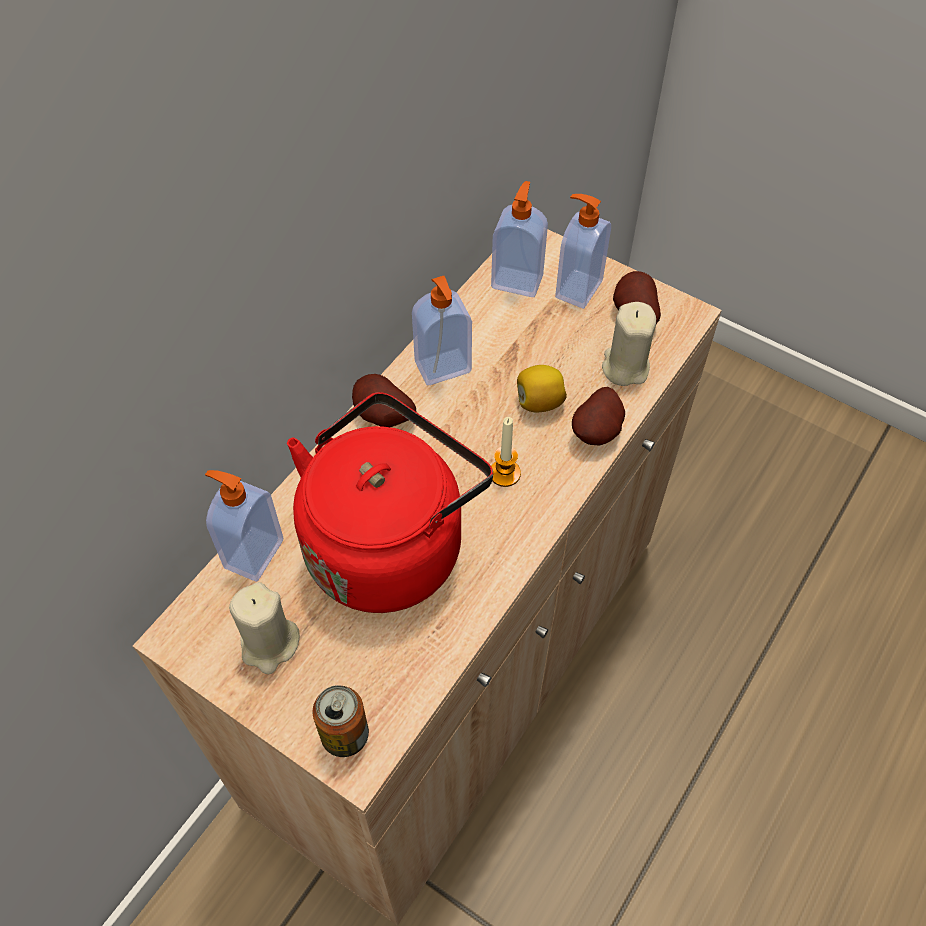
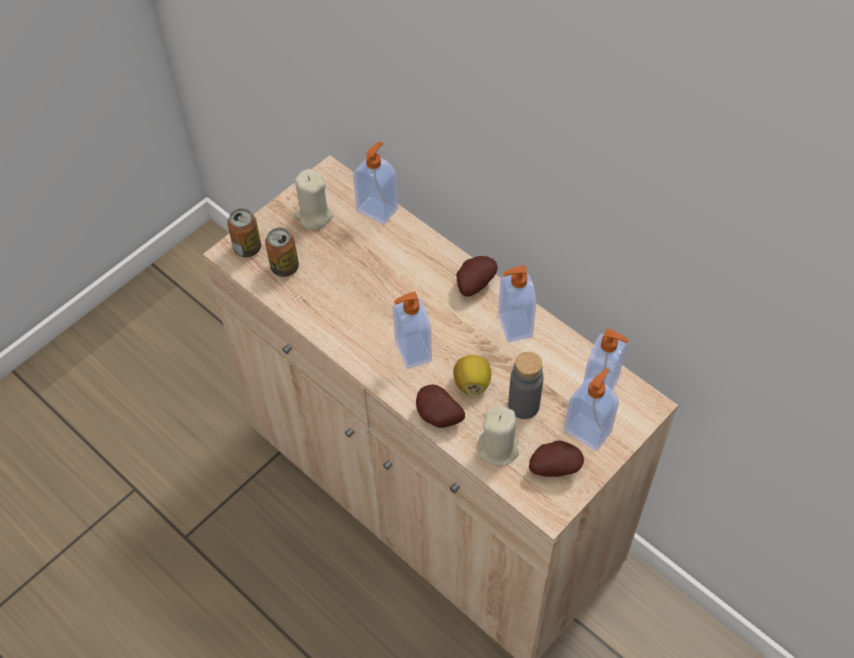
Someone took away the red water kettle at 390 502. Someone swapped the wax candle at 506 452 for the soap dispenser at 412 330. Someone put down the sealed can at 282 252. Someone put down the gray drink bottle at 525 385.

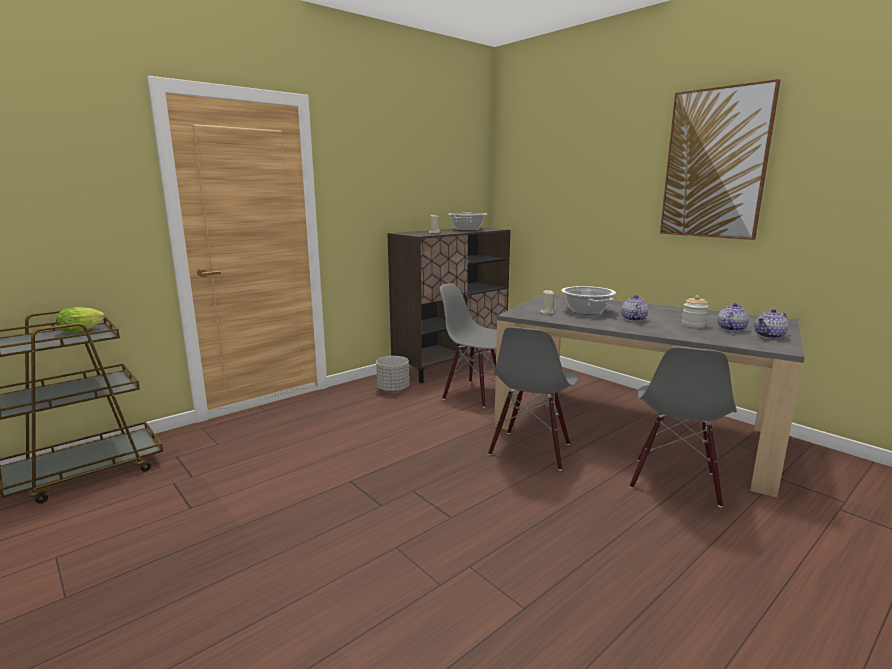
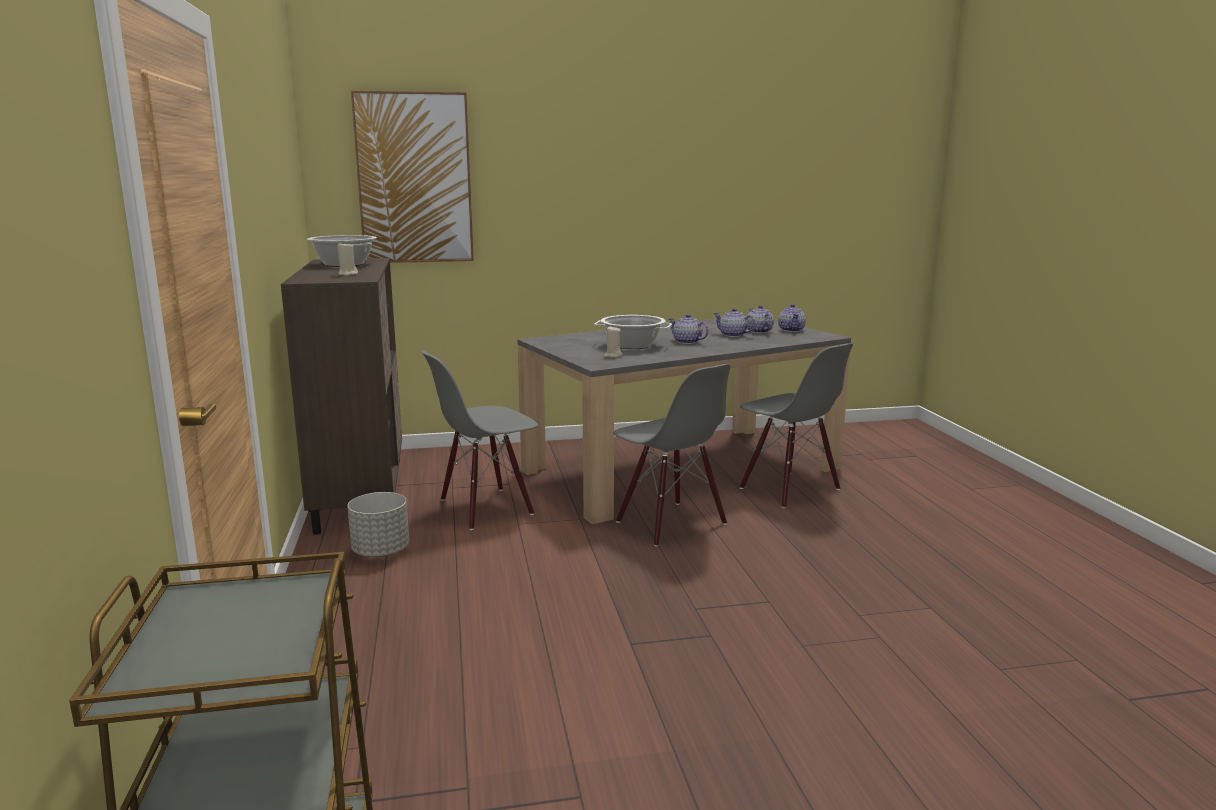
Someone took away the lettuce at 80 320. Someone carried the picture from 720 159 to 412 177. Someone swapped the storage jar at 695 311 for the tea pot at 734 322.

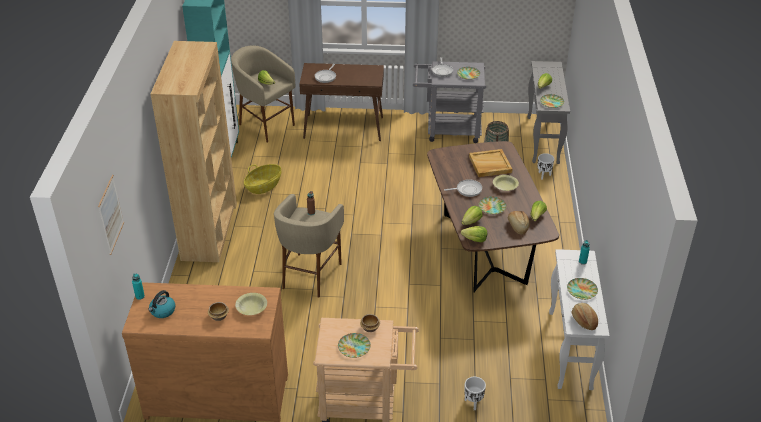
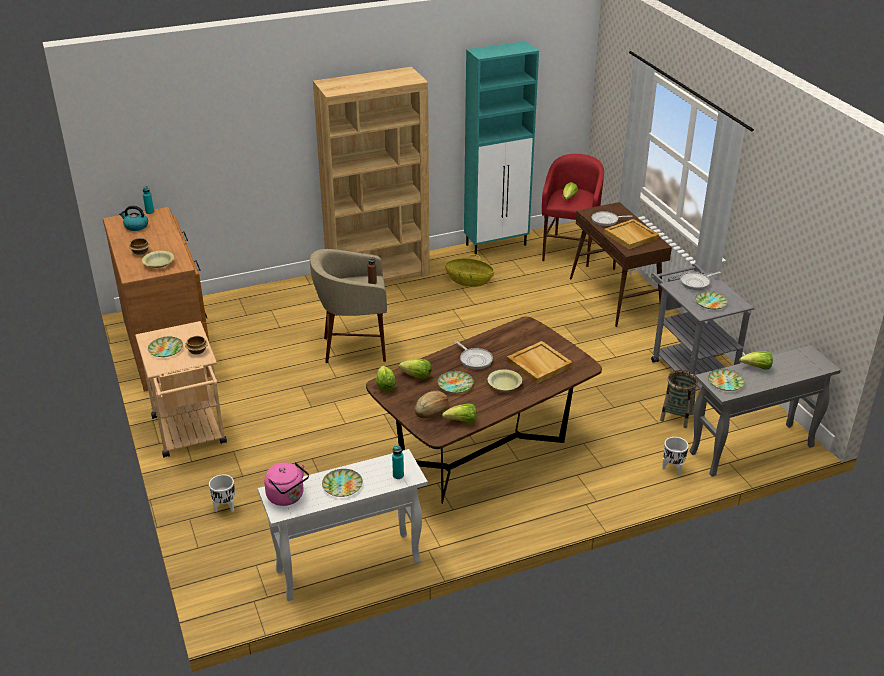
Someone took away the picture at 111 215. Someone repainted the sand-coloured sitting stool at 263 94, which became the red sitting stool at 573 210. Someone swapped the baked bread at 585 316 for the pinkish water kettle at 286 484. Someone put down the sand-coloured serving tray at 631 234.

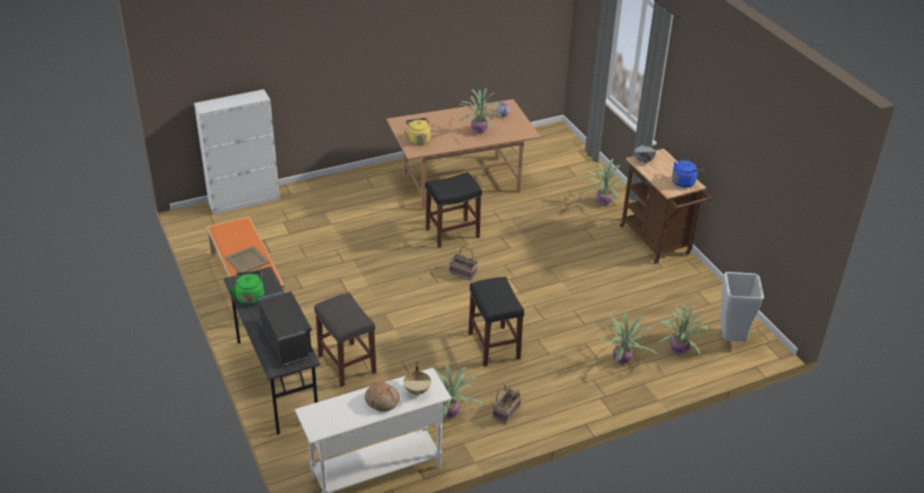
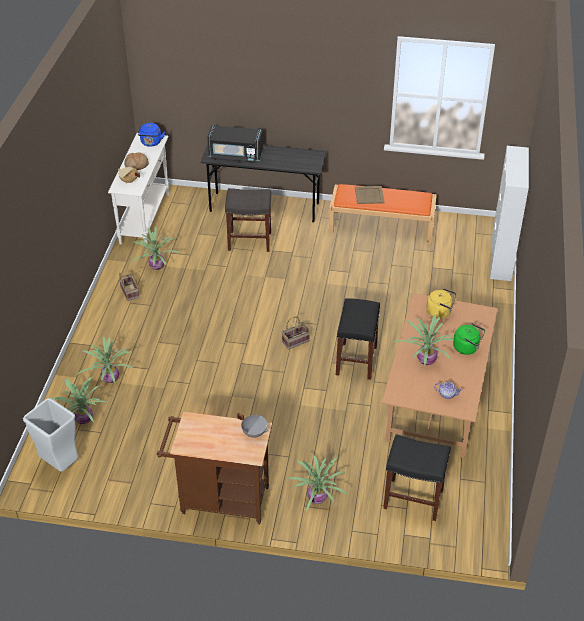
Someone carried the greenish water kettle from 246 288 to 469 339. Someone carried the black-coloured sitting stool from 496 322 to 417 477. Someone carried the blue-coloured water kettle from 687 173 to 151 135.

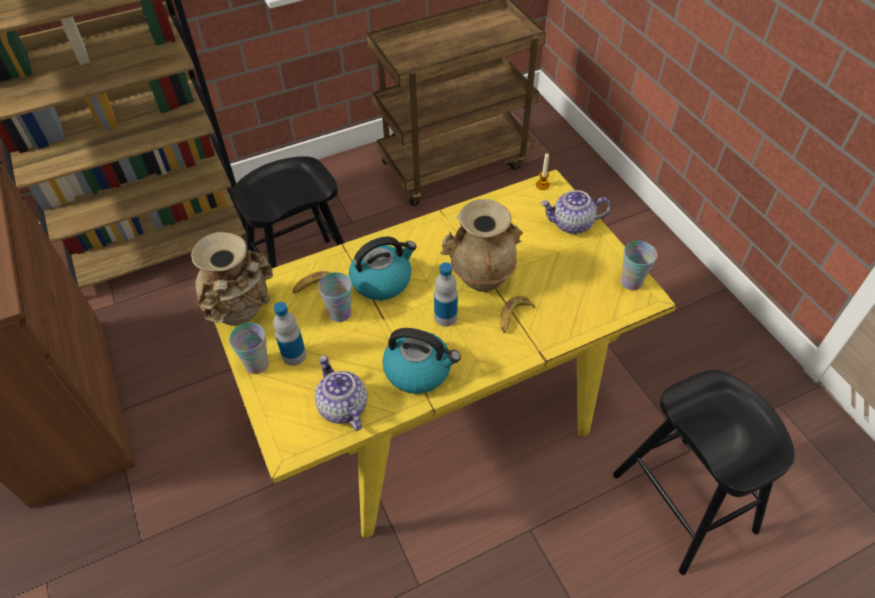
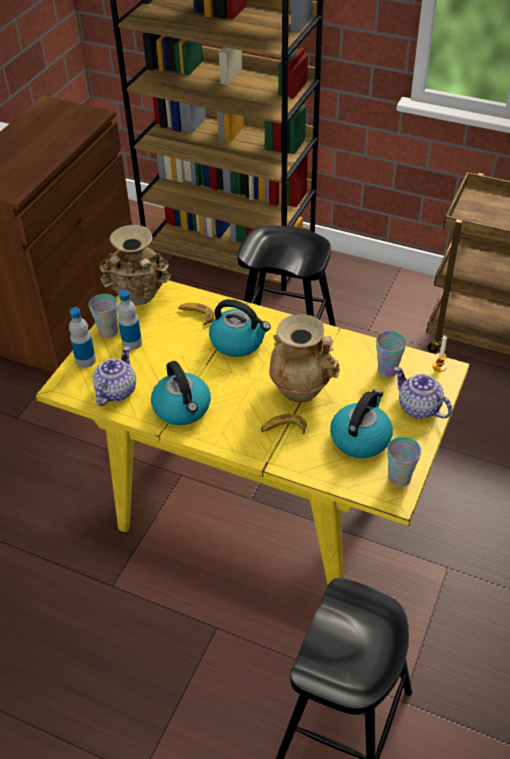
Someone carried the small cup from 335 297 to 391 354. Someone carried the drink bottle from 446 294 to 82 337. Someone put down the water kettle at 361 423.

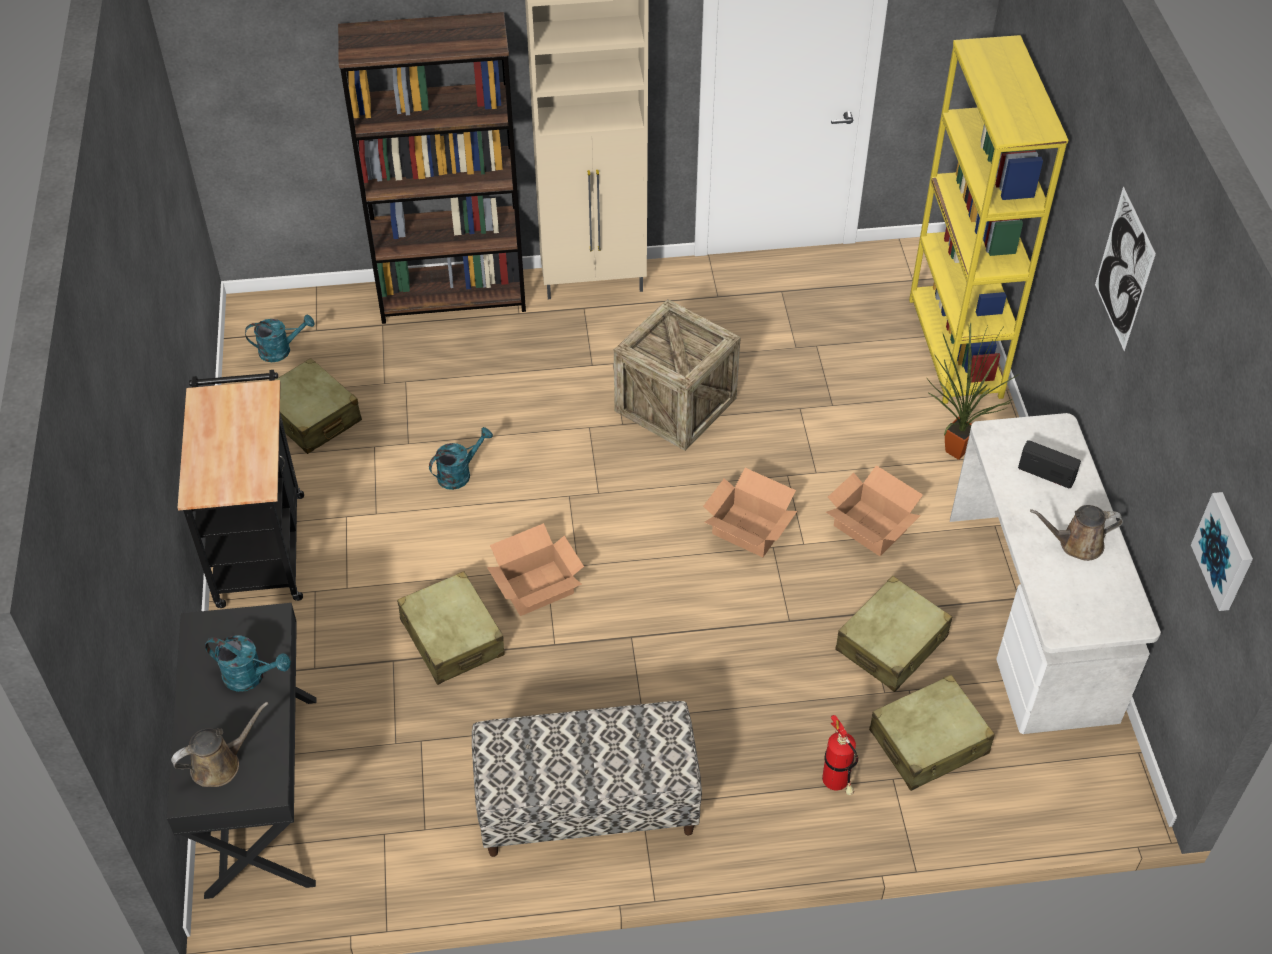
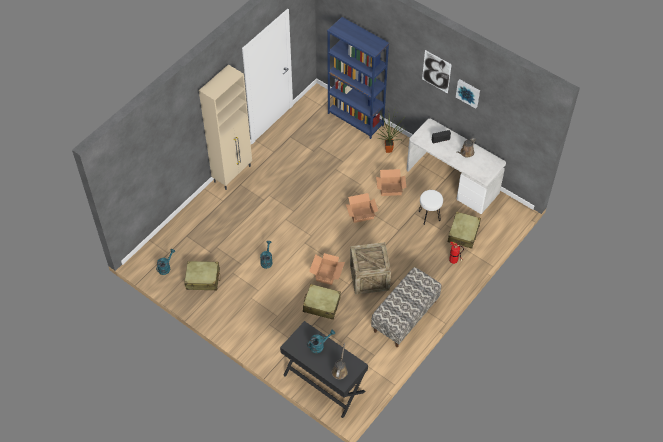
Someone took away the black-coloured cart at 241 489. Someone took away the brown-coloured bookshelf at 432 168. Someone carried the shipping crate from 677 375 to 370 268. Someone swapped the sand-coloured suitcase at 893 634 for the white-coloured sitting stool at 431 207. Someone repainted the yellow-coloured bookshelf at 988 219, which became the blue-coloured bookshelf at 358 78. Someone carried the picture from 1222 551 to 468 94.

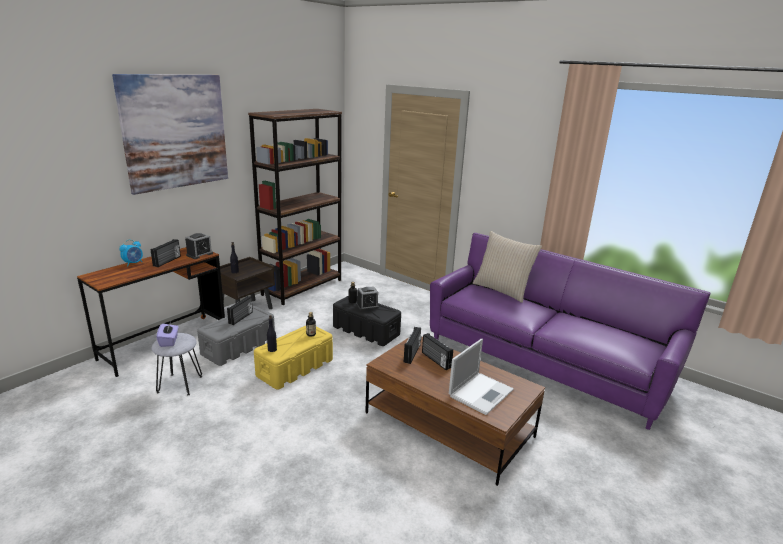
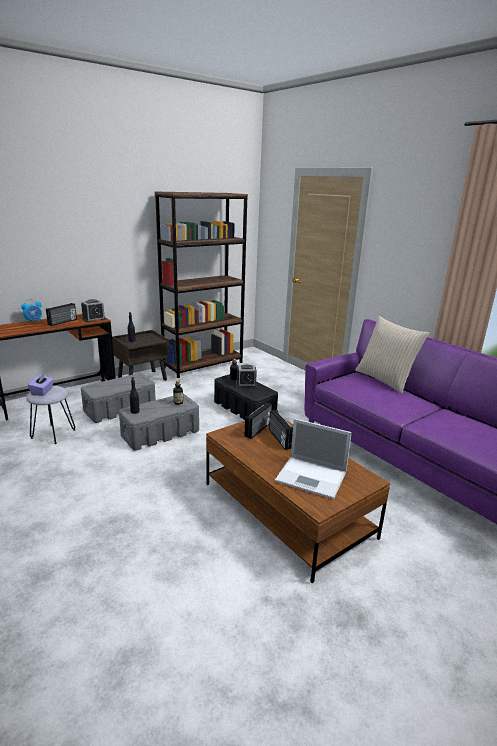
Someone took away the picture at 170 134. Someone took away the radio receiver at 240 310. Someone repainted the yellow-coloured storage box at 293 358, which became the gray storage box at 159 422. Someone rotated the portable computer at 481 377 by 60 degrees clockwise.

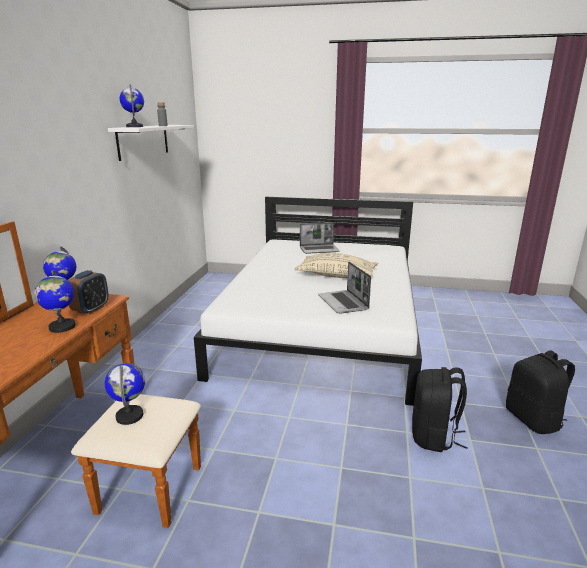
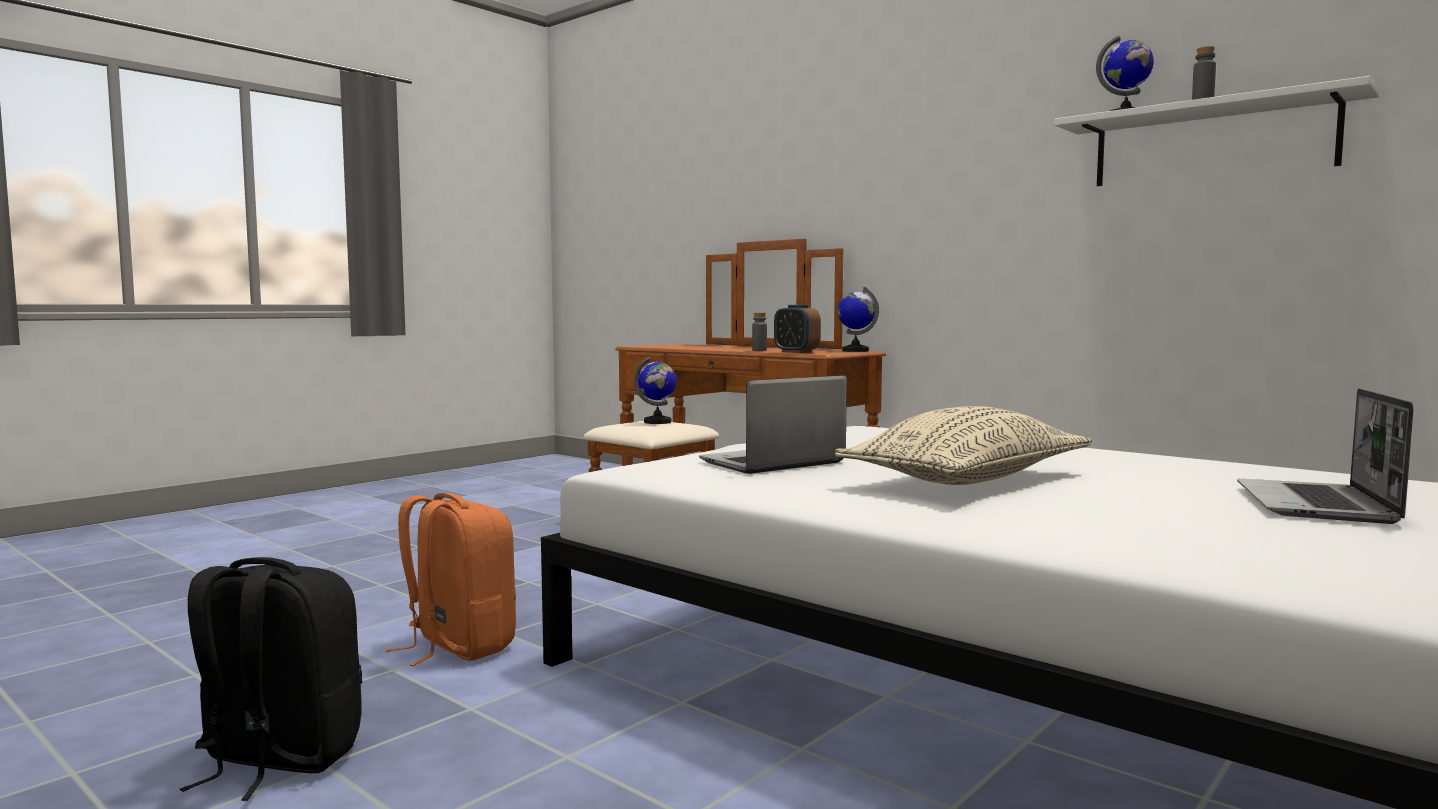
Someone swapped the world globe at 55 301 for the gray drink bottle at 759 332. Someone rotated the portable computer at 344 287 by 45 degrees counterclockwise. Someone repainted the black-coloured backpack at 440 409, which became the orange backpack at 451 579.

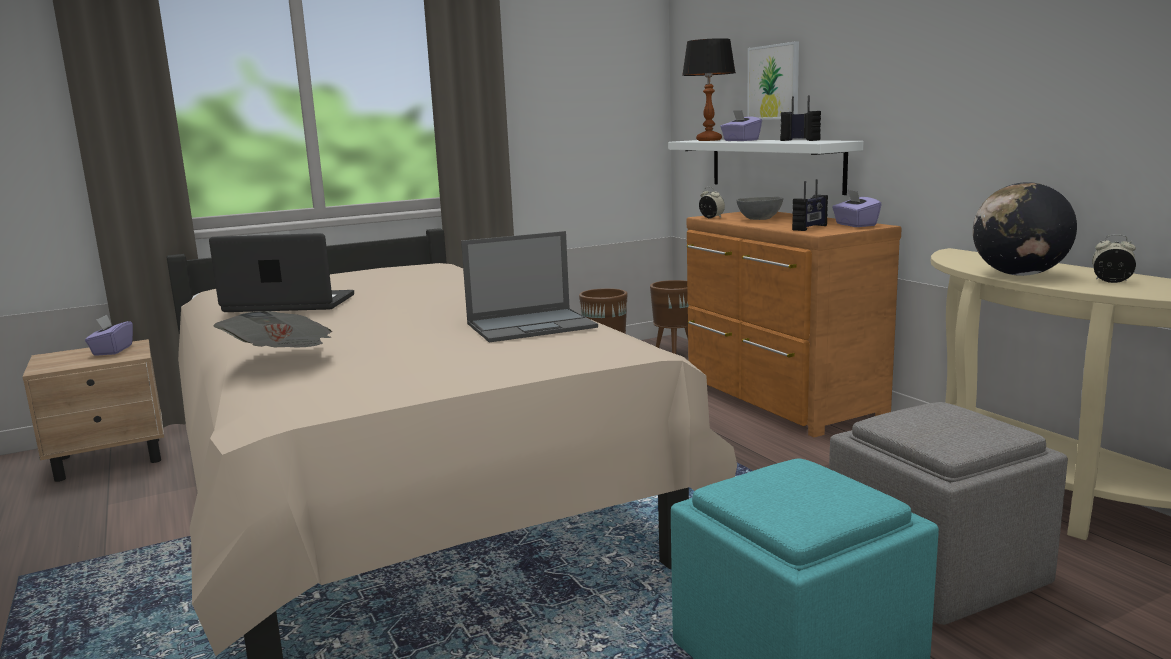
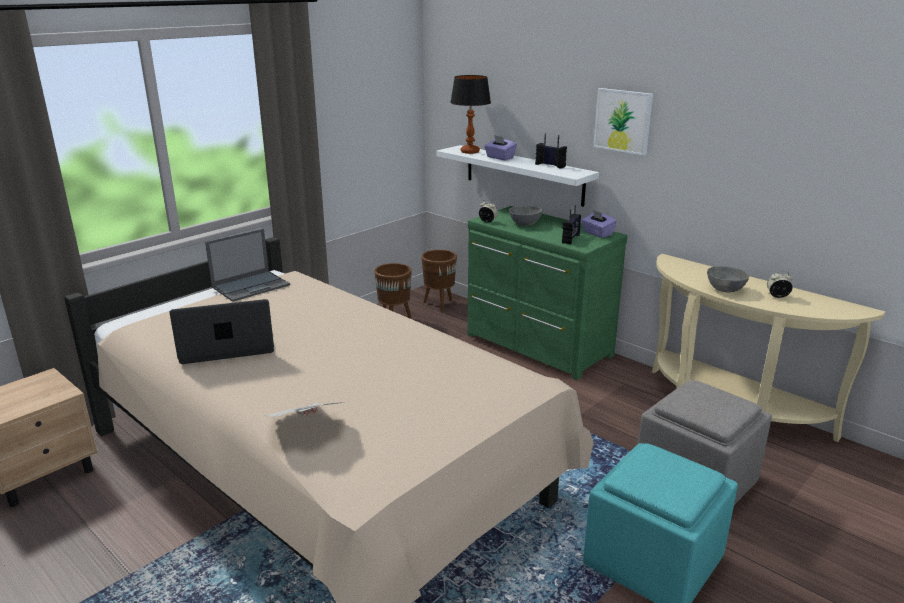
Someone took away the purple-coloured box of tissues at 109 335. Someone carried the portable computer from 529 286 to 247 265. Someone repainted the brown-coloured dresser at 794 324, which became the greenish dresser at 547 293. Someone carried the picture from 773 80 to 623 122. Someone swapped the world globe at 1025 229 for the gray bowl at 728 279.

